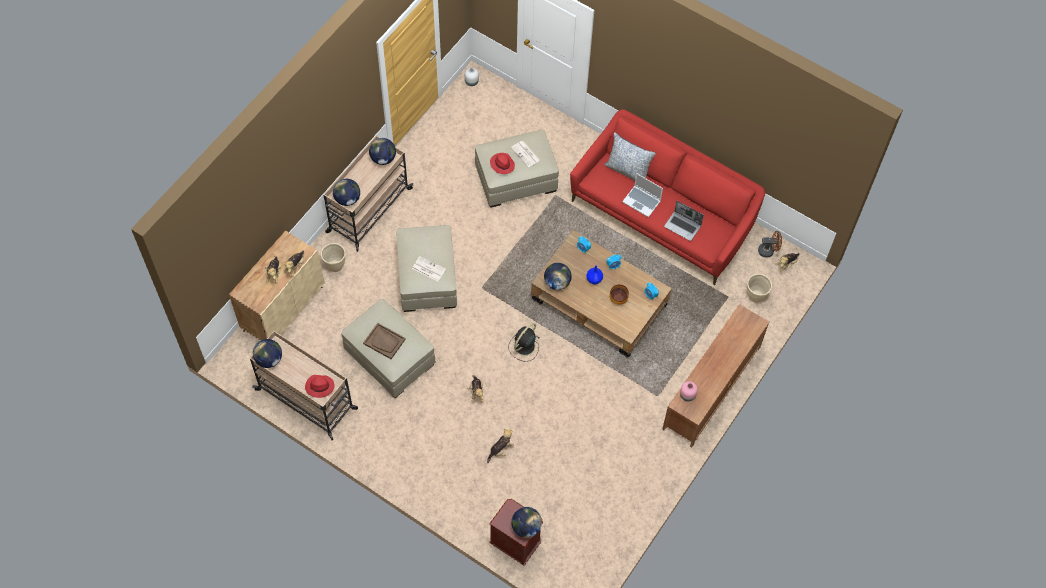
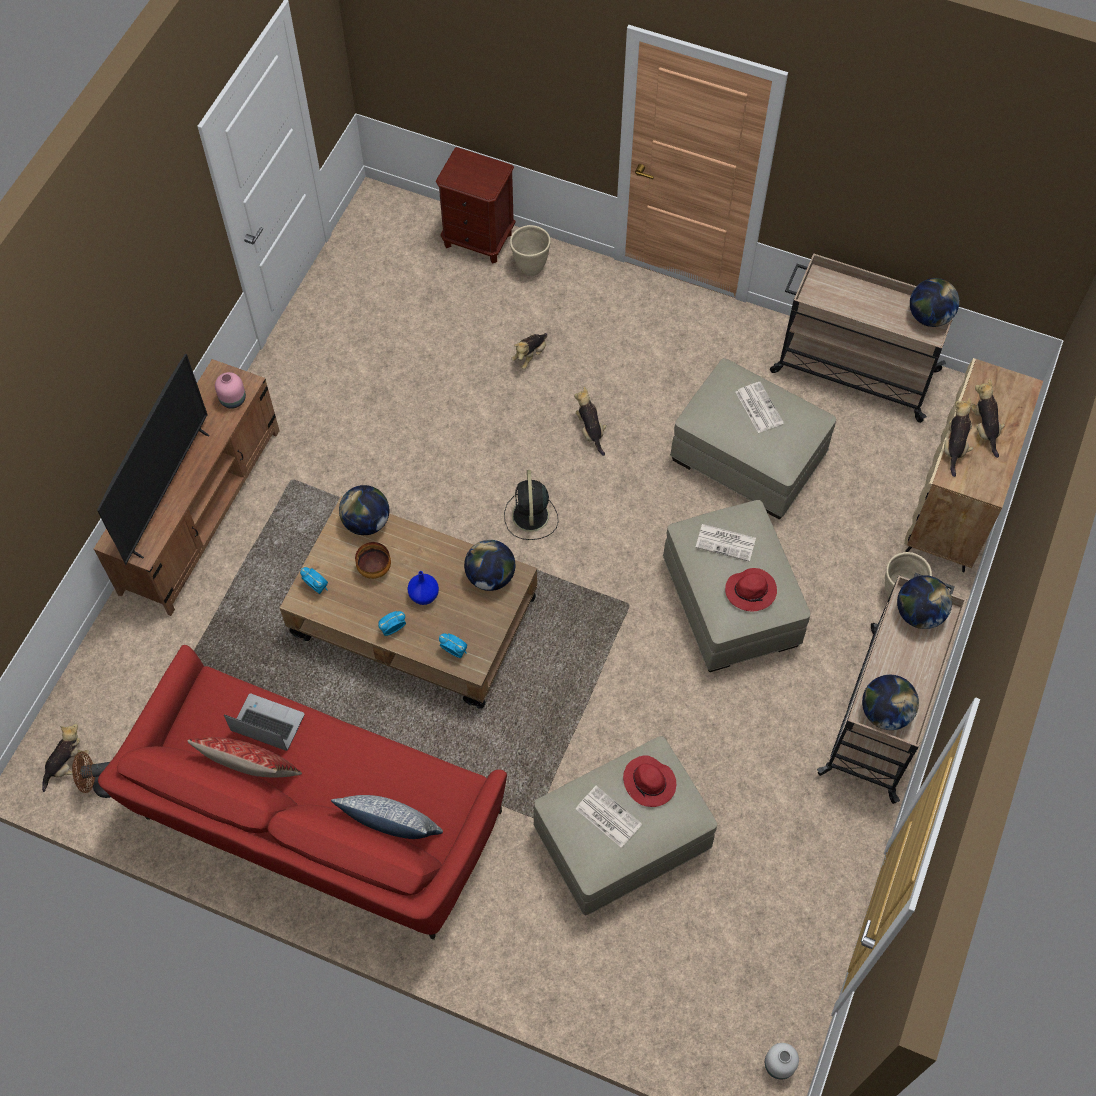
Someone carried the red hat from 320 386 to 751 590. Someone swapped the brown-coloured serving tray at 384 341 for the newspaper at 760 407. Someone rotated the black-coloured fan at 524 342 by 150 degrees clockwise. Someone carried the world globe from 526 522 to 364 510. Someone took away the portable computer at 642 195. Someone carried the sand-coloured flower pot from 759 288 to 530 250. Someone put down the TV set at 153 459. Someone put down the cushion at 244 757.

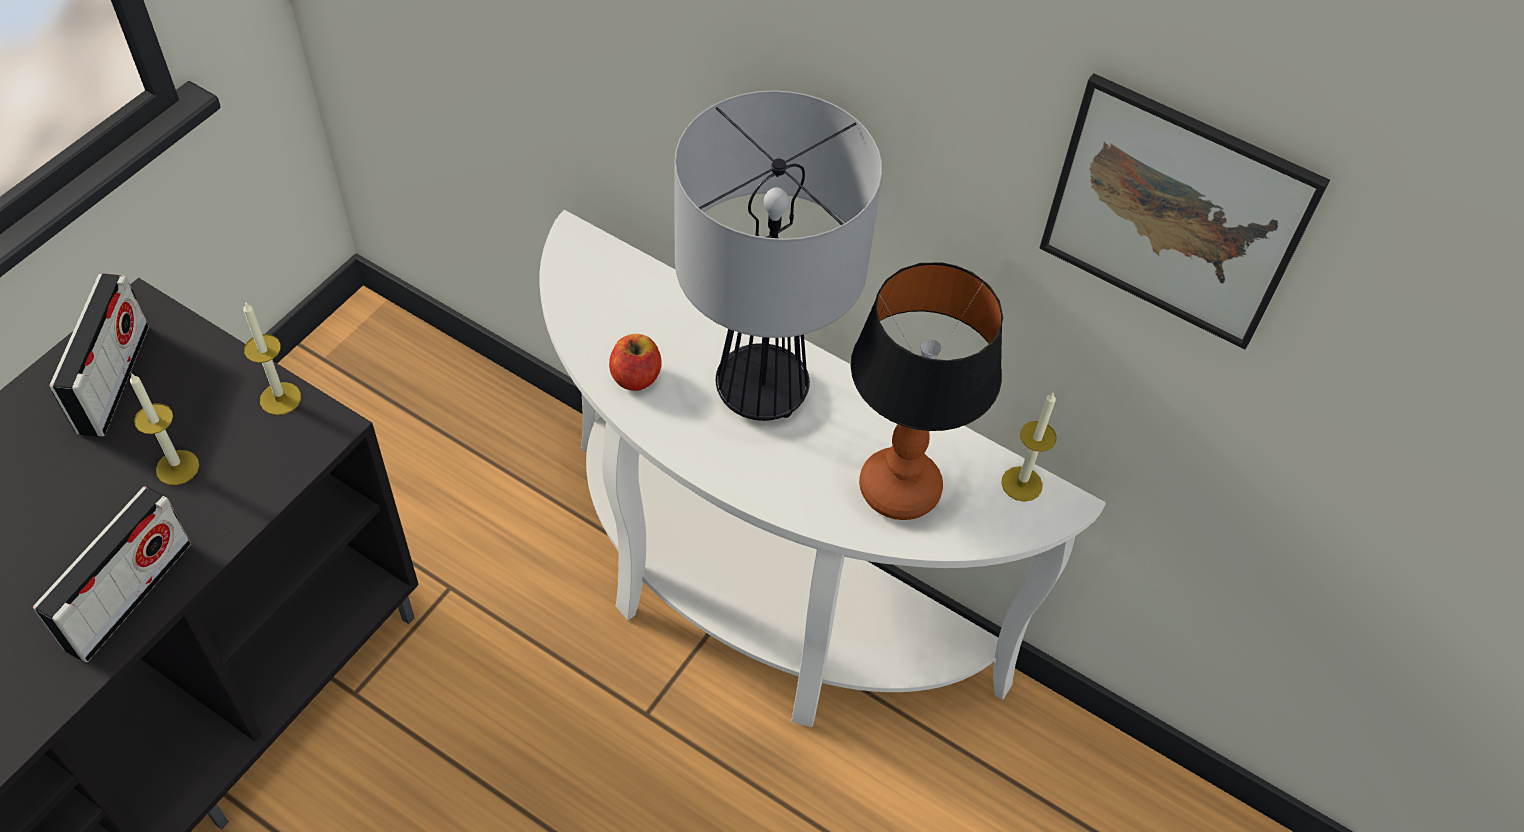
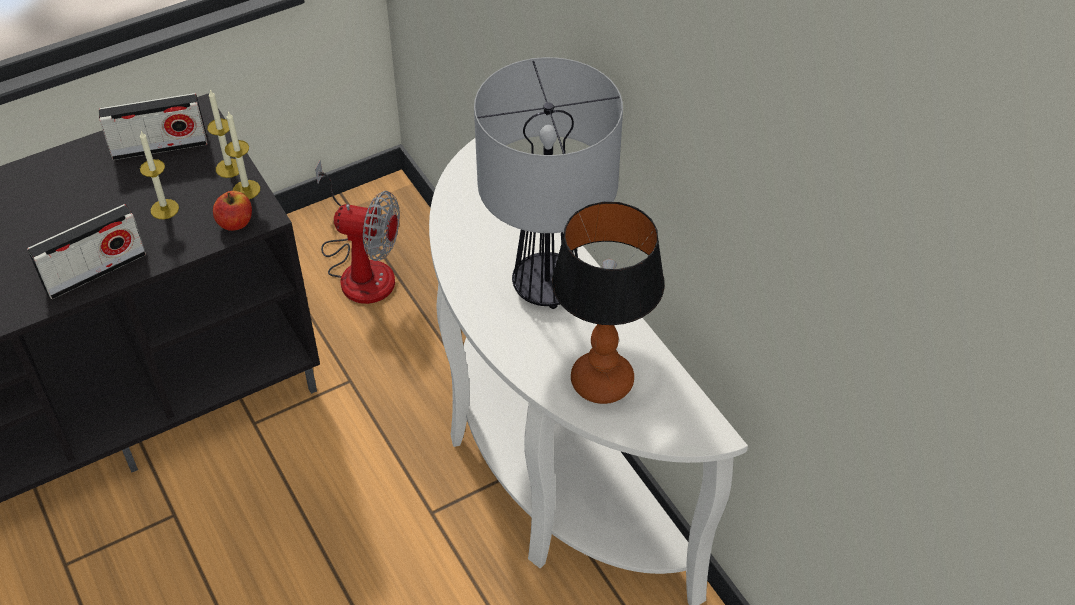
Someone rotated the radio receiver at 99 355 by 45 degrees clockwise. Someone carried the apple from 635 362 to 232 211. Someone carried the wax candle from 1029 447 to 223 133. Someone took away the picture at 1185 211. Someone put down the fan at 357 232.

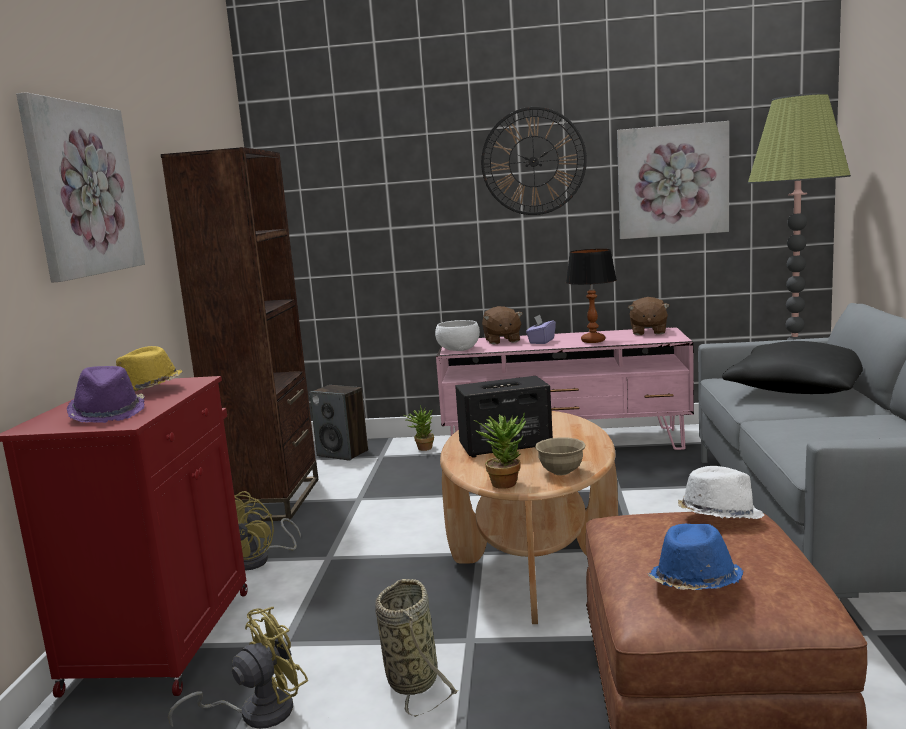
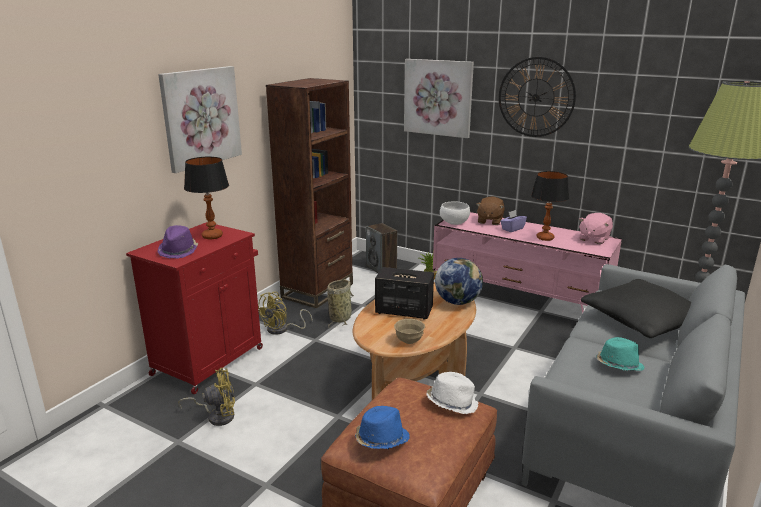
Someone swapped the yellow-coloured hat at 149 368 for the table lamp at 206 198. Someone carried the household basket from 417 648 to 340 303. Someone took away the houseplant at 500 450. Someone carried the picture from 673 180 to 439 98. Someone repainted the brown-coloured plush toy at 649 316, which became the pinkish plush toy at 596 228. Someone put down the world globe at 459 281. Someone put down the blue-green hat at 621 354.

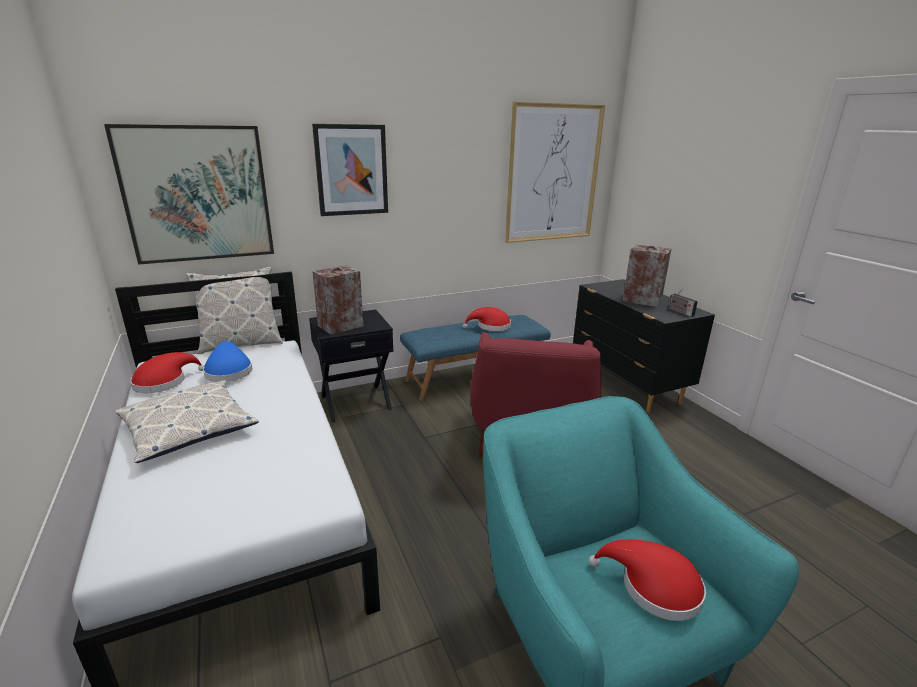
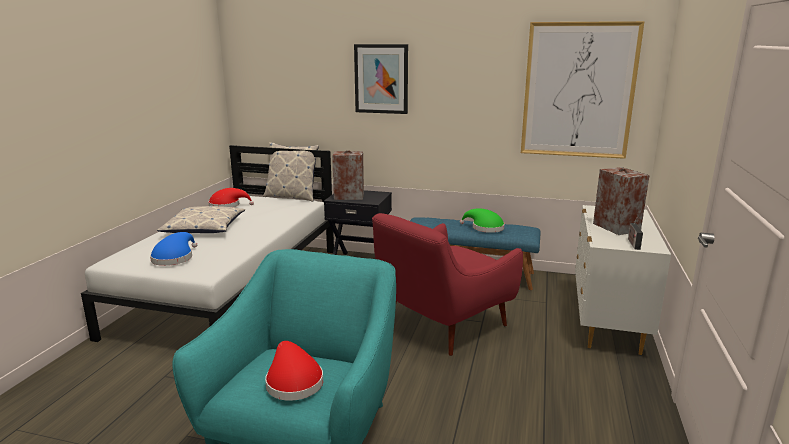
Someone took away the picture at 189 194. Someone carried the blue-coloured hat from 228 361 to 173 249. Someone repainted the red hat at 487 319, which became the greenish hat at 482 220. Someone repainted the black-coloured dresser at 644 346, which became the white-coloured dresser at 623 280.

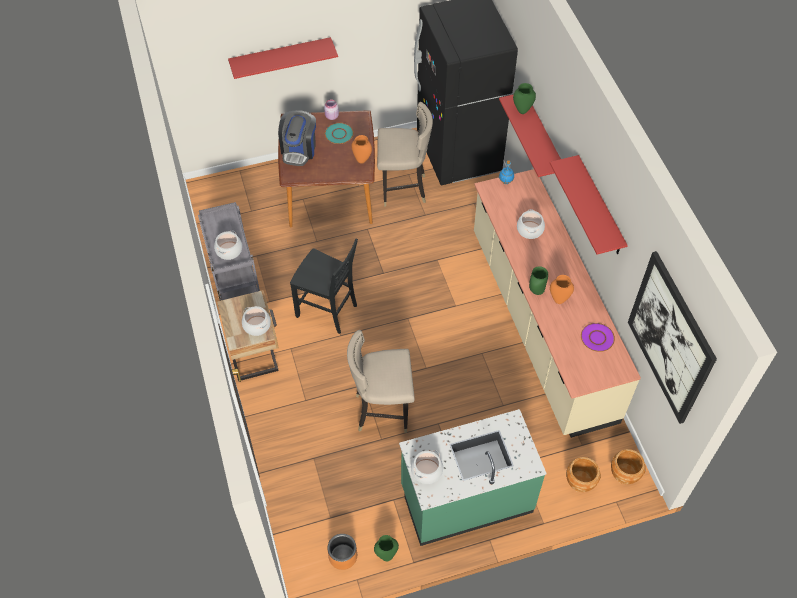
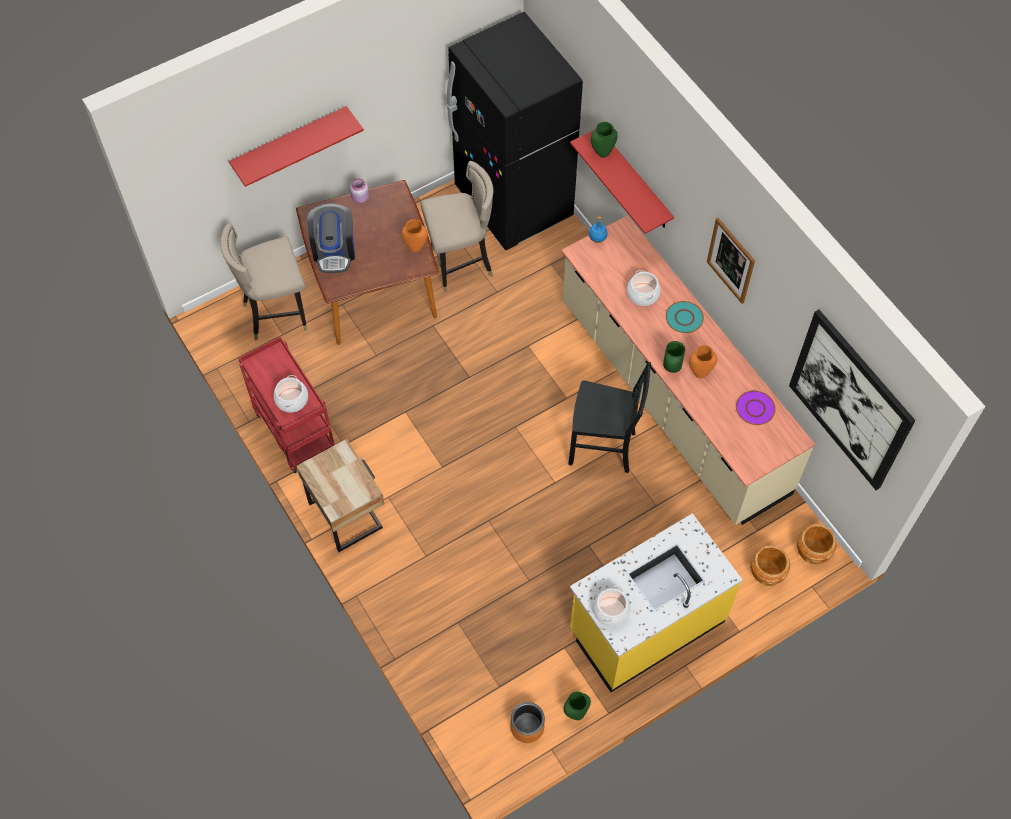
Someone repainted the gray cart at 229 251, which became the red cart at 286 405. Someone took away the saucepot at 256 321. Someone carried the black-coloured upright chair from 324 286 to 609 417. Someone carried the blue-green dinner plate from 339 133 to 685 317. Someone carried the sand-coloured sitting stool from 381 381 to 263 281. Someone repainted the greenish counter at 472 477, which became the yellow-coloured counter at 656 602. Someone swapped the red bracket shelf at 589 205 for the picture at 731 261.

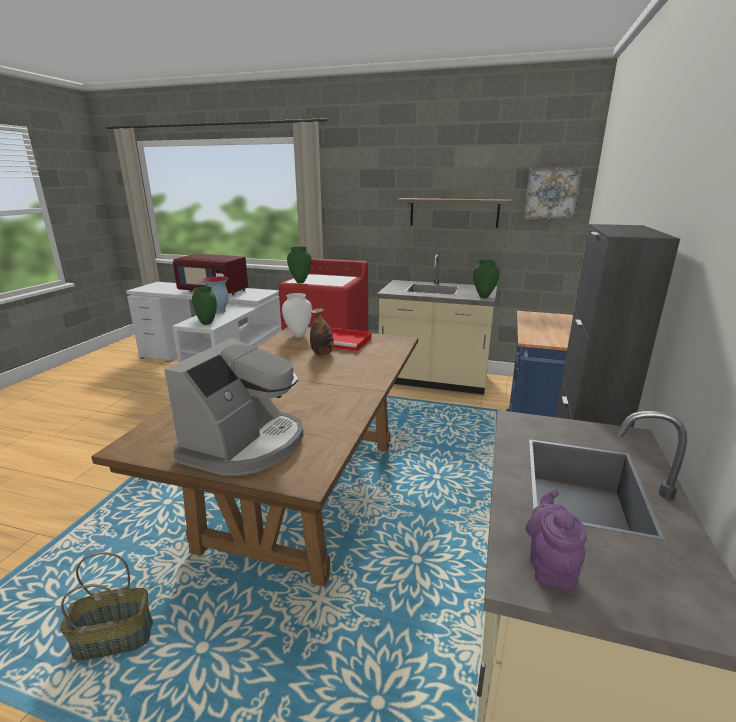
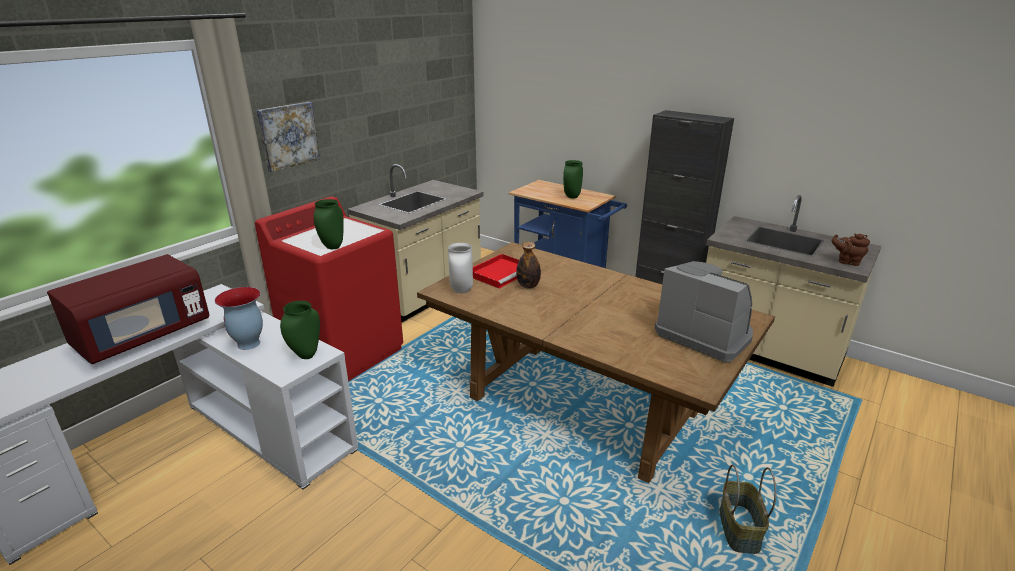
Someone took away the bracket shelf at 454 213. Someone carried the greenish decorative vase from 486 279 to 573 179. Someone carried the picture from 553 193 to 288 137. Someone repainted the purple-coloured tea pot at 556 539, which became the brown-coloured tea pot at 851 250.

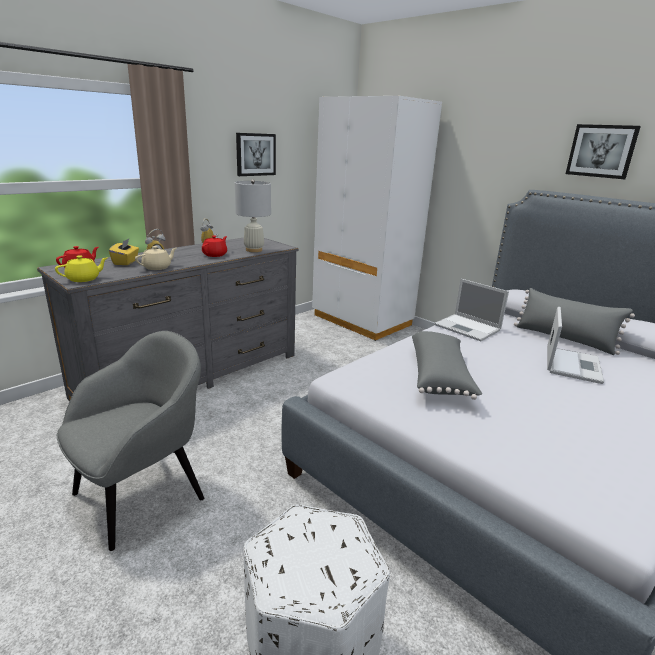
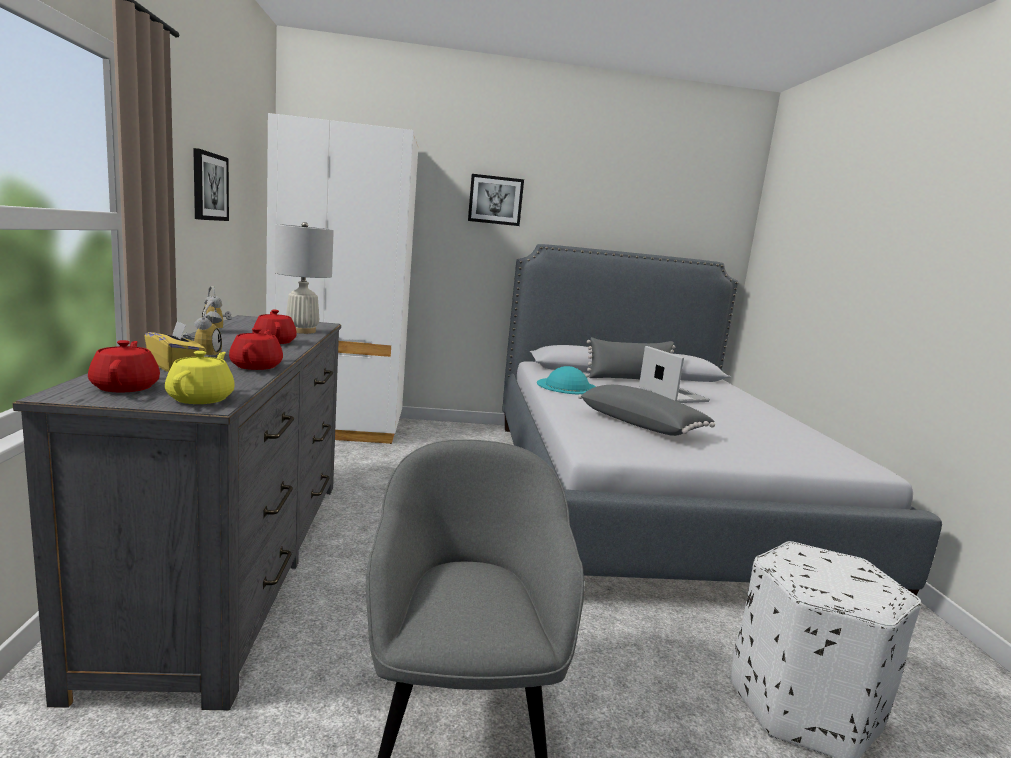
Someone repainted the sand-coloured tea pot at 156 258, which became the red tea pot at 256 349. Someone swapped the portable computer at 471 310 for the blue-green hat at 566 380. Someone carried the picture from 603 151 to 496 200.

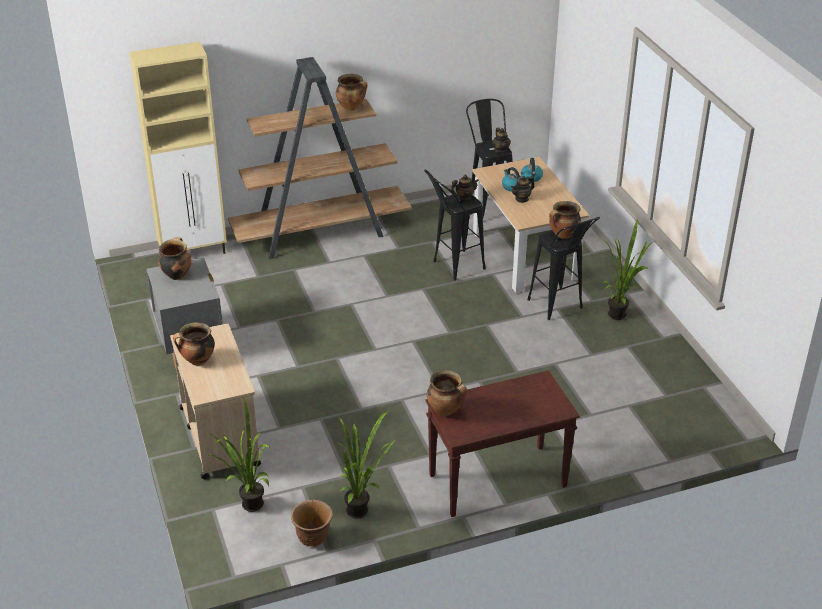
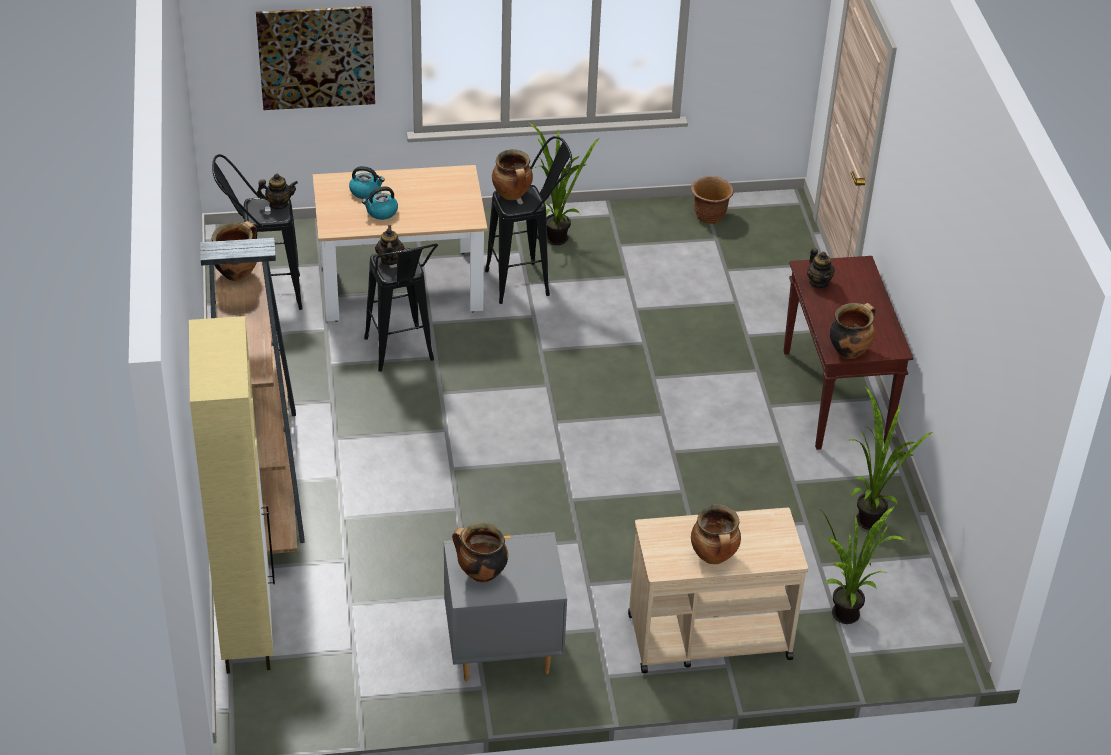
Someone carried the brown-coloured flower pot from 312 523 to 712 200. Someone carried the tea pot from 523 189 to 821 268. Someone put up the picture at 315 58.

